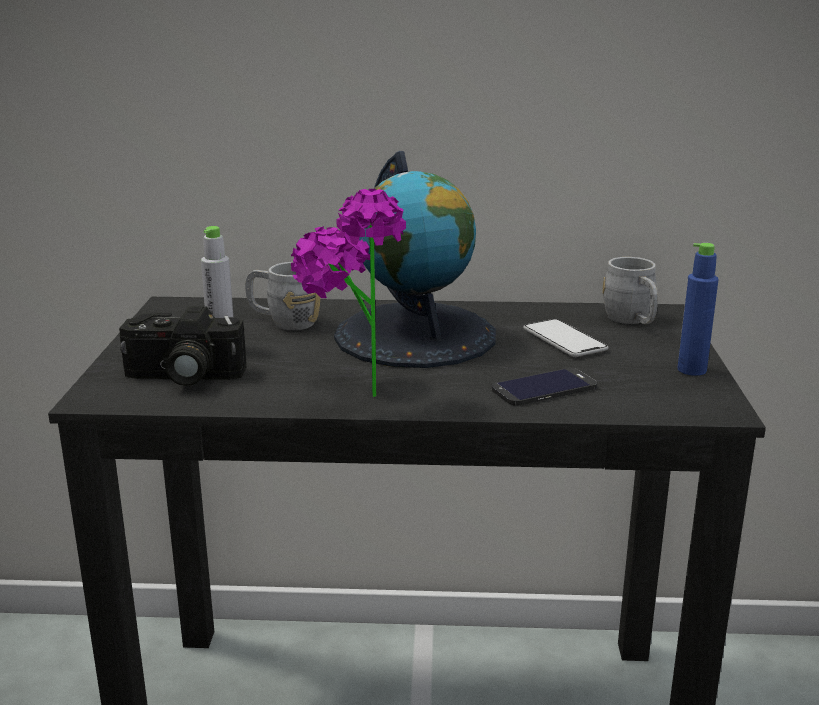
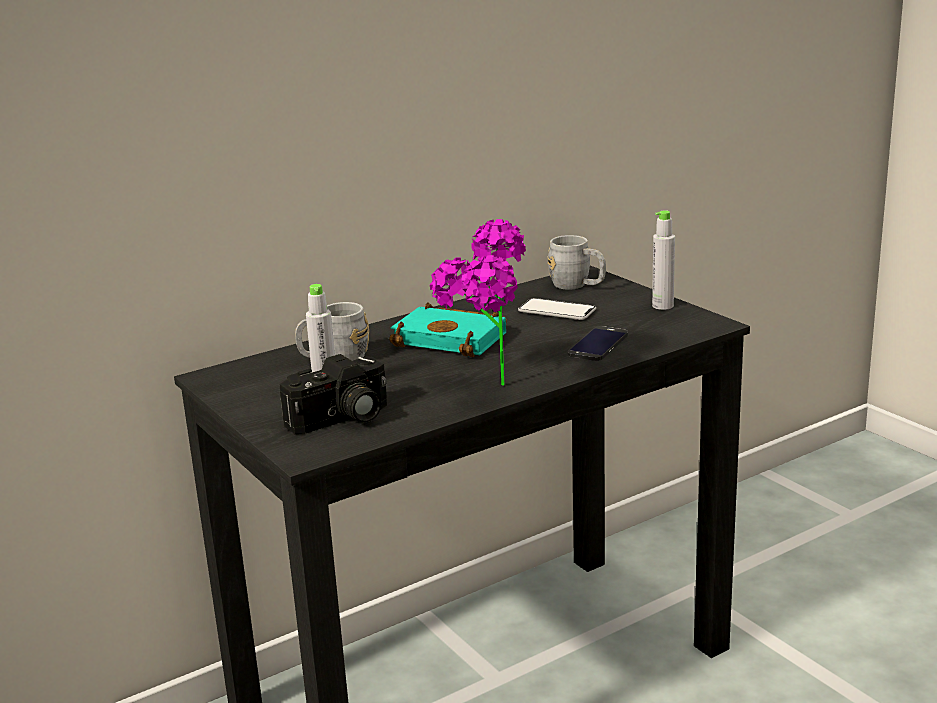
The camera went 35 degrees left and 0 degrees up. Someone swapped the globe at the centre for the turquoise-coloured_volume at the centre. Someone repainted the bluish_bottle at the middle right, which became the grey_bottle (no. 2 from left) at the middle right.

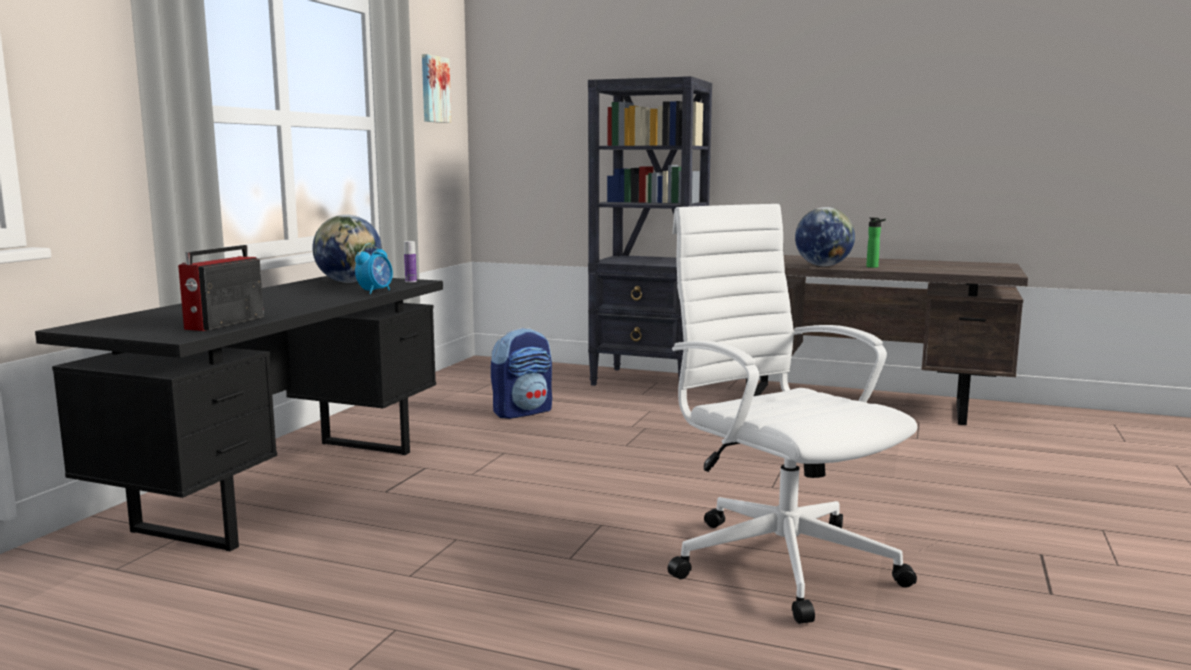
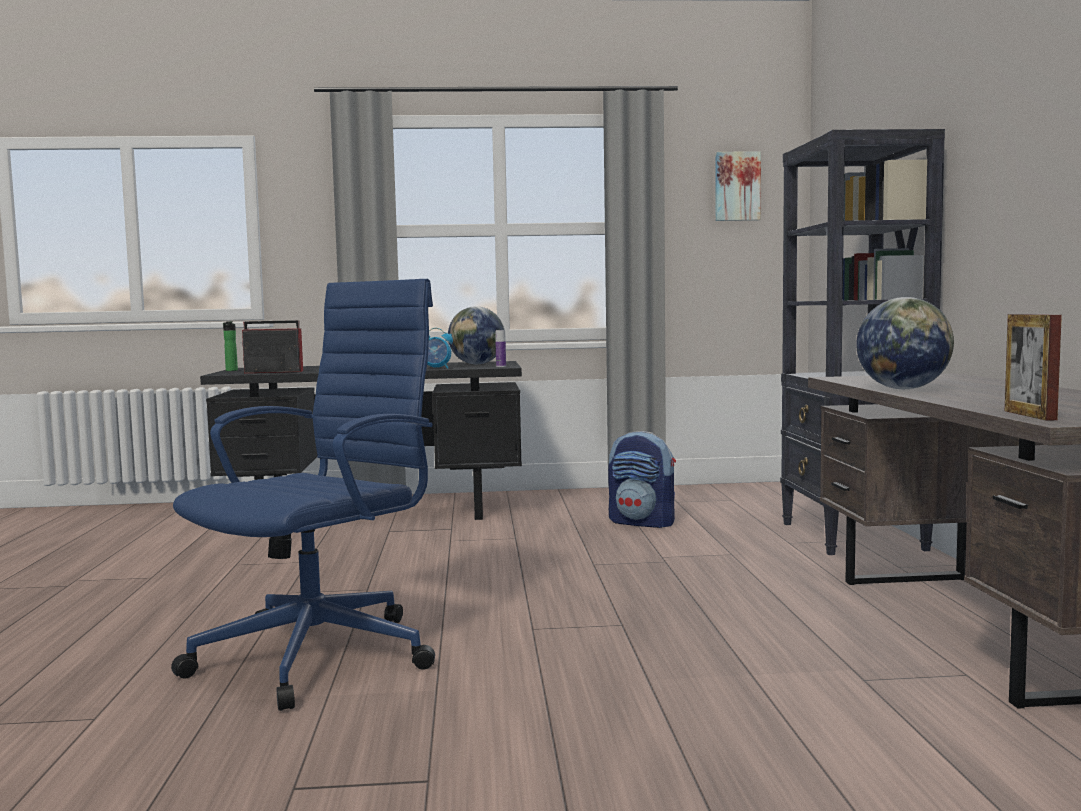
The camera went 65 degrees right and 5 degrees down. Someone put down the standing_frame at the middle right. Someone carried the bottle (no. 2 from left in the first image) from the middle right to the middle left. Someone repainted the white-coloured_office_chair at the centre, which became the bluish_office_chair at the middle left.

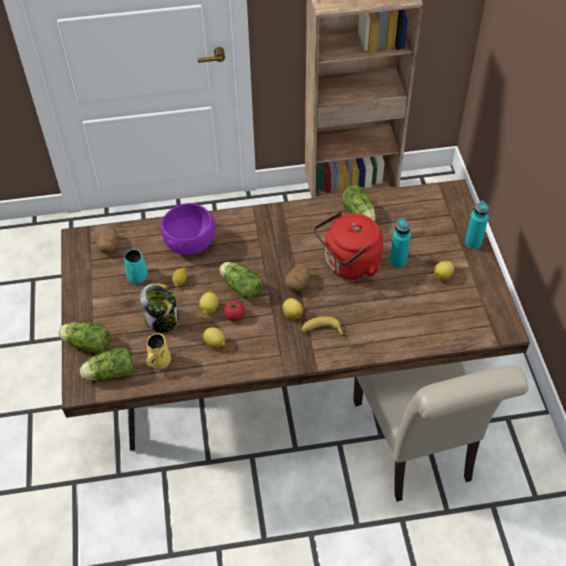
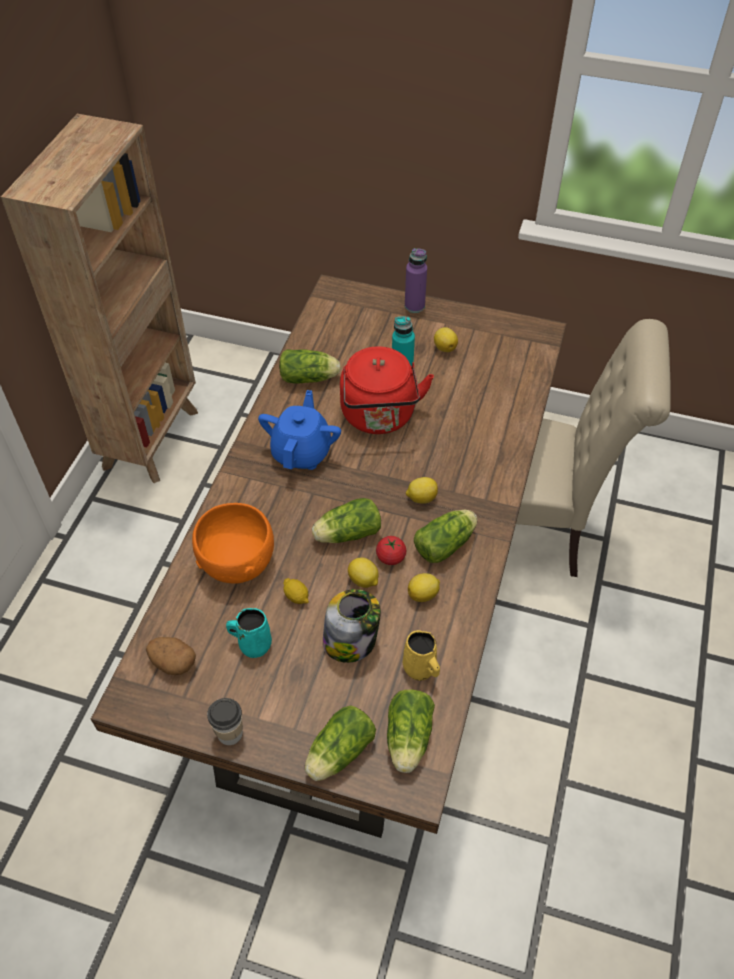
The camera went 65 degrees left and 0 degrees up. Someone took away the whole_potato (no. 2 from left) at the centre. Someone took away the banana_fruit at the centre. Someone put down the small_cup at the bottom left. Someone put down the bluish_pot_for_tea at the centre. Someone put down the head_of_lettuce (no. 5 from left) at the centre. Someone repainted the purplish_serving_bowl at the middle left, which became the orange-coloured_serving_bowl at the middle left. Someone repainted the turquoise-coloured_bottle (no. 2 from left) at the middle right, which became the purplish_bottle at the top centre.

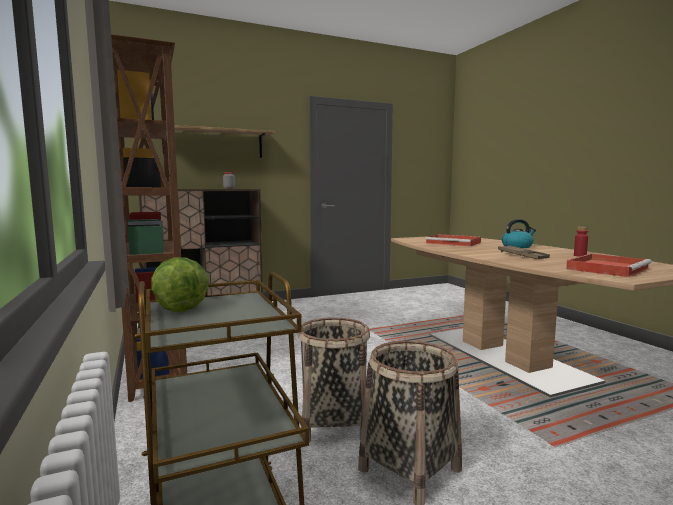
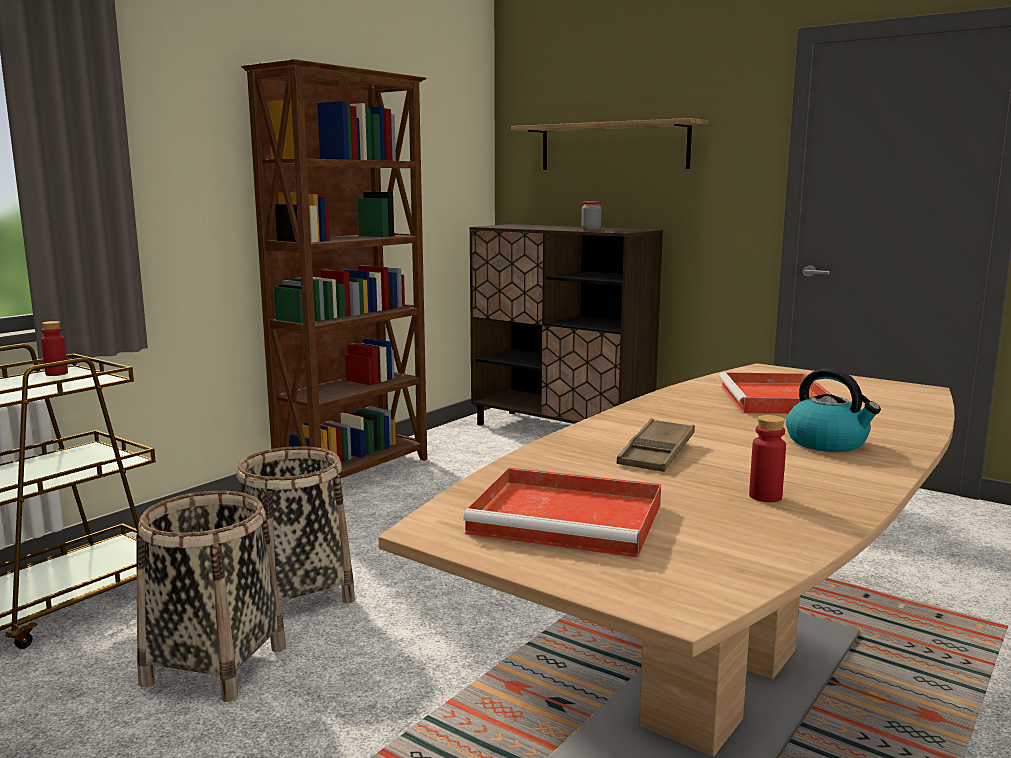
The camera went 60 degrees right and 5 degrees up. Someone swapped the head_of_lettuce at the middle left for the red-coloured_bottle (no. 1 from left) at the middle left.

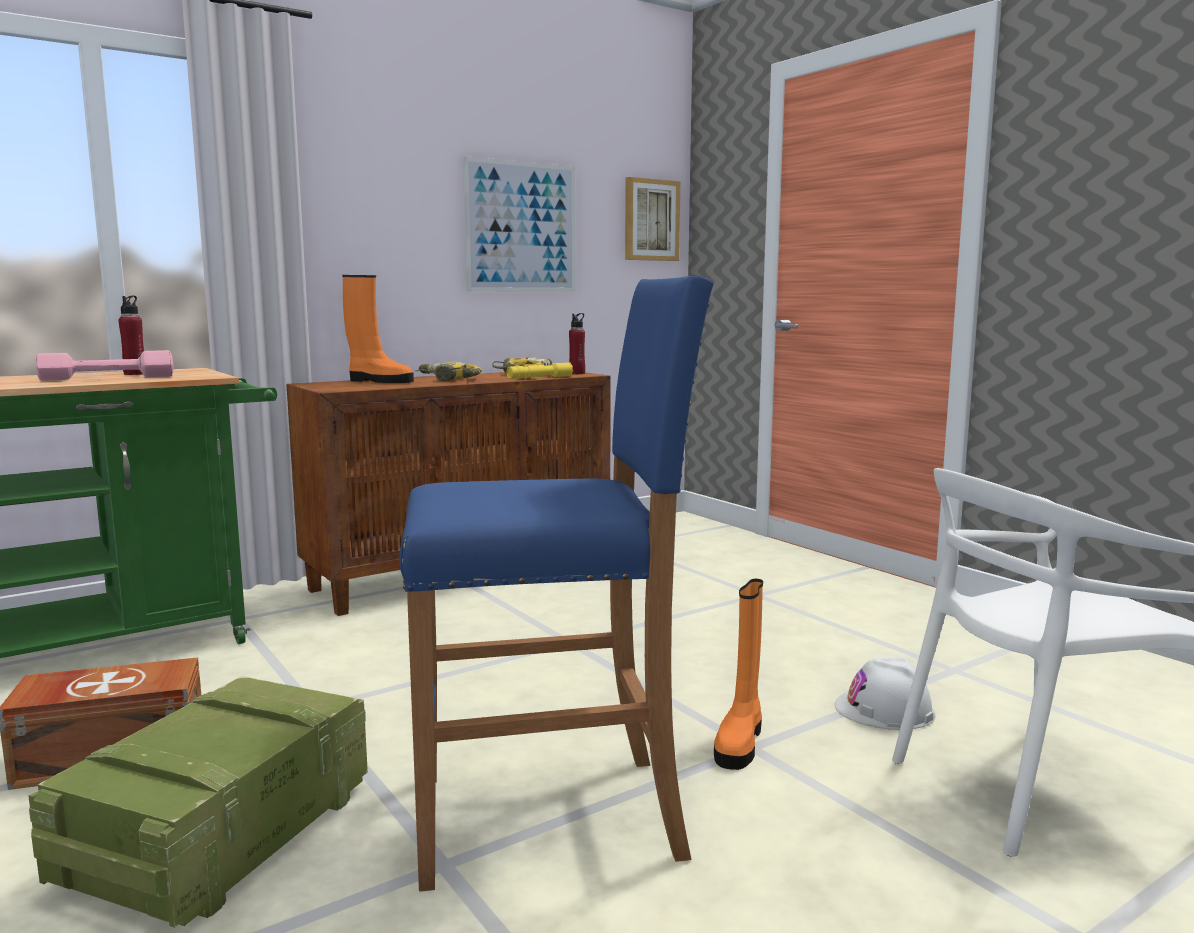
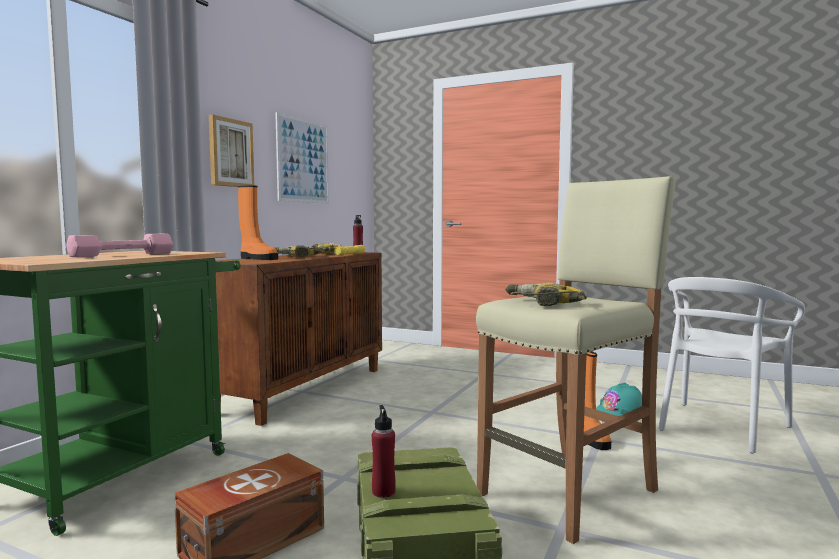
The camera went 30 degrees left and 5 degrees down. Someone put down the power_drill (no. 3 from left) at the centre. Someone carried the red-coloured_bottle (no. 1 from left in the first image) from the middle left to the bottom centre. Someone carried the wall_picture (no. 2 from left in the first image) from the top centre to the top left. Someone repainted the bluish_stool_seat at the centre, which became the beige-coloured_stool_seat at the middle right. Someone repainted the white-coloured_safety_helmet at the bottom right, which became the turquoise-coloured_safety_helmet at the bottom right. Someone rotated the orange-coloured_high-top_boot (no. 1 from left) at the middle left by 45 degrees clockwise.

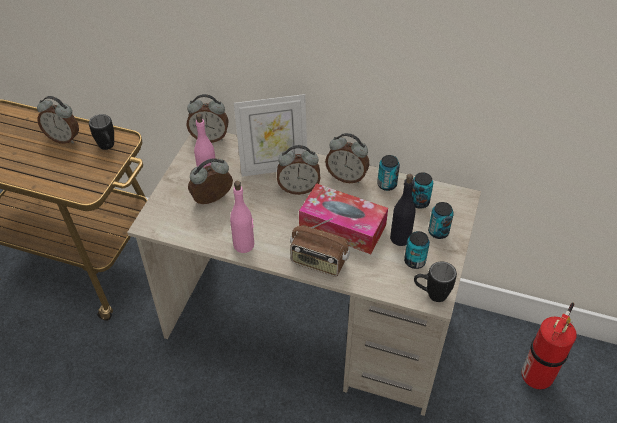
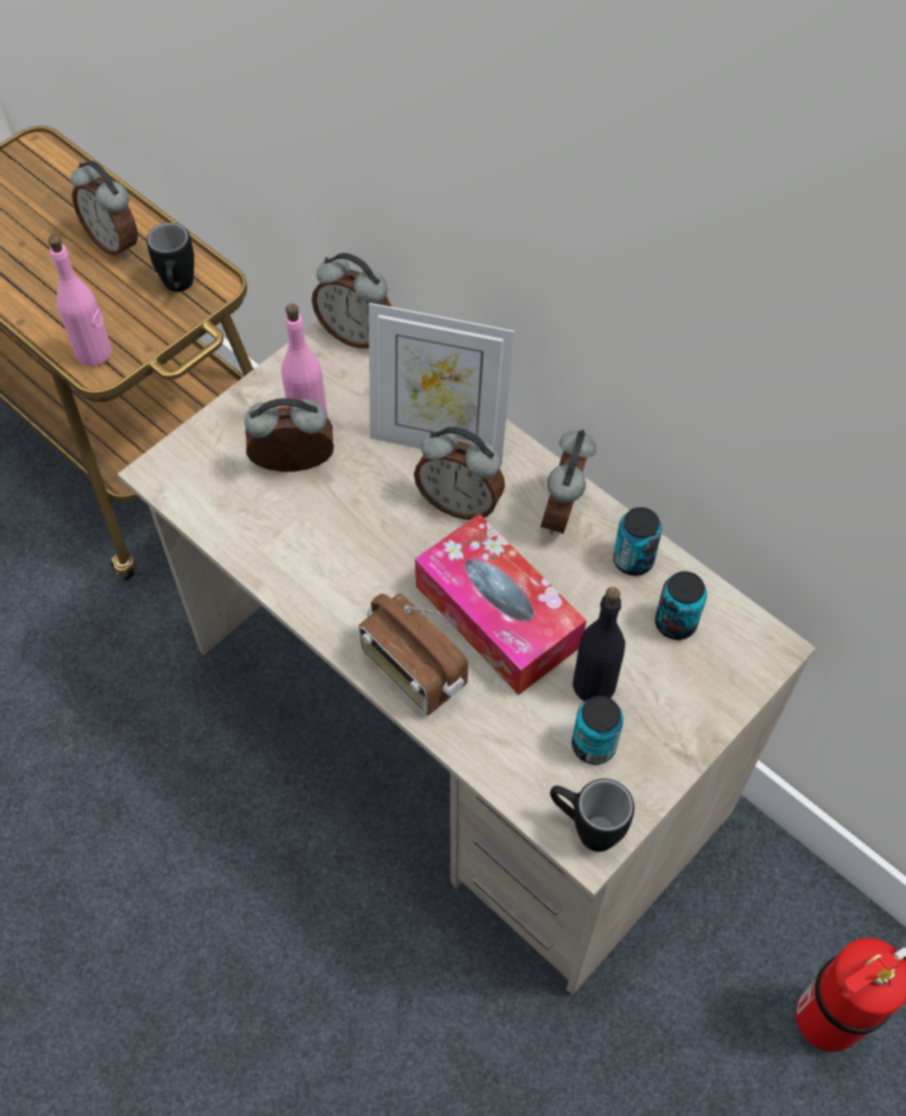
The camera went 25 degrees right and 10 degrees up. Someone took away the sealed_can (no. 4 from left) at the middle right. Someone carried the pink_bottle (no. 2 from left in the first image) from the centre to the top left. Someone rotated the table_clock (no. 5 from left) at the centre by 60 degrees clockwise.

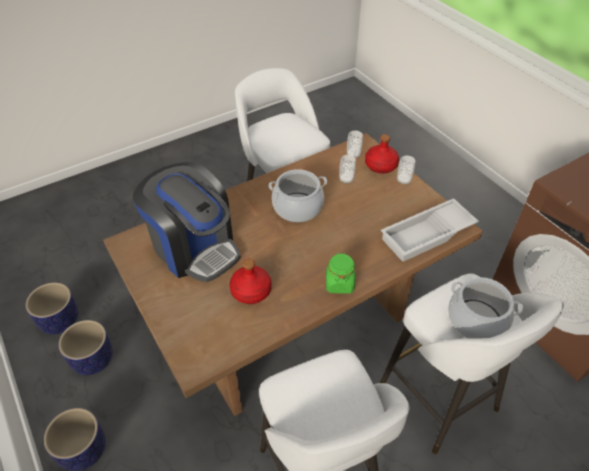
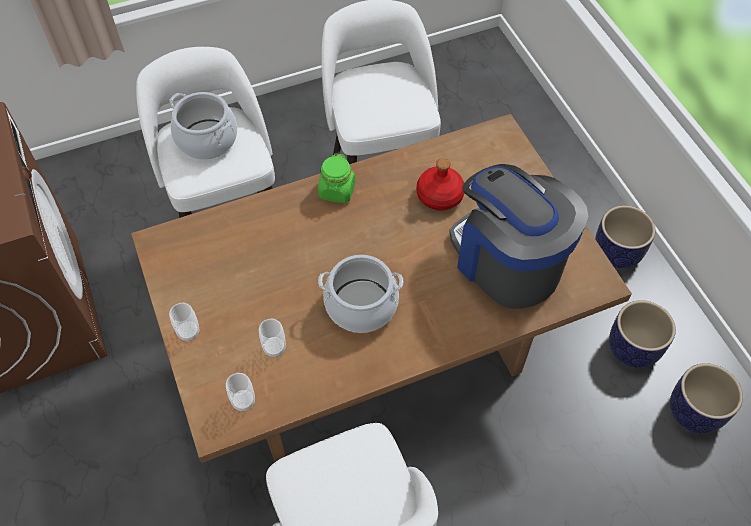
The camera went 170 degrees left and 10 degrees up. Someone took away the red-coloured_bottle (no. 2 from left) at the top centre. Someone took away the white-coloured_tray at the middle right.

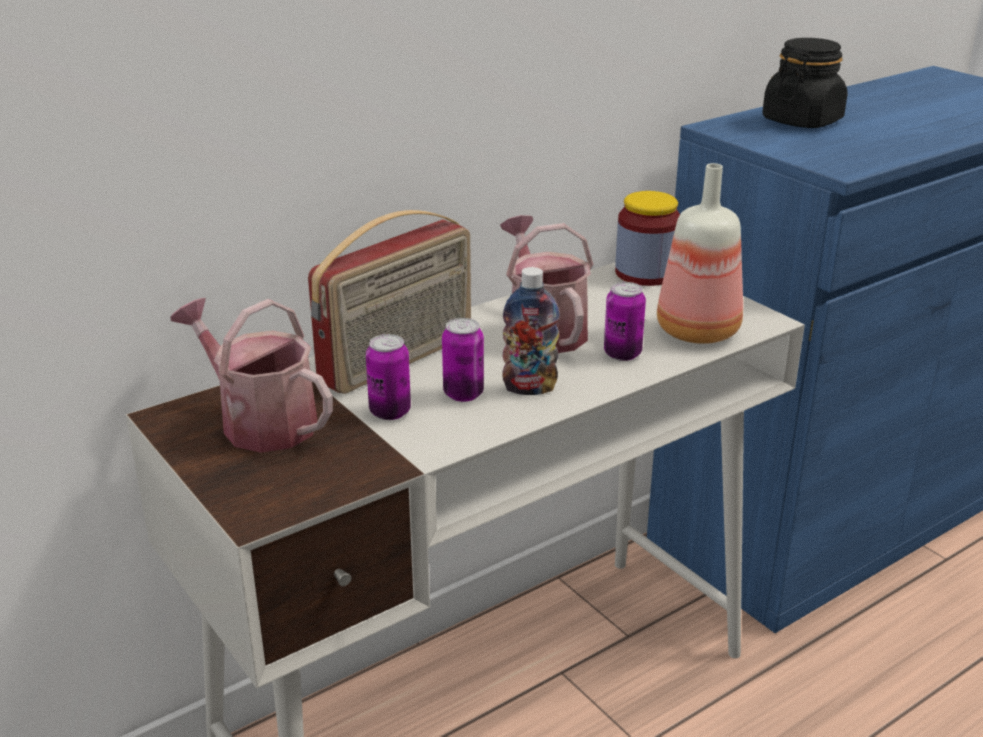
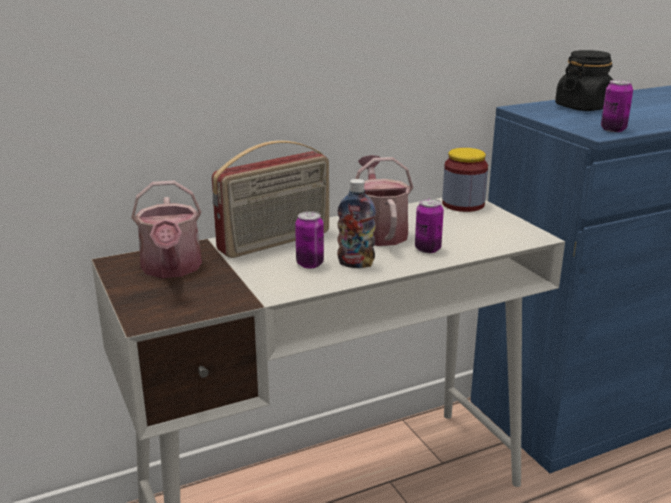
The camera went 10 degrees right and 5 degrees down. Someone took away the bottle (no. 2 from left) at the middle right. Someone carried the sealed_can (no. 1 from left in the first image) from the centre to the top right. Someone rotated the watering_pot (no. 1 from left) at the middle left by 150 degrees counterclockwise.

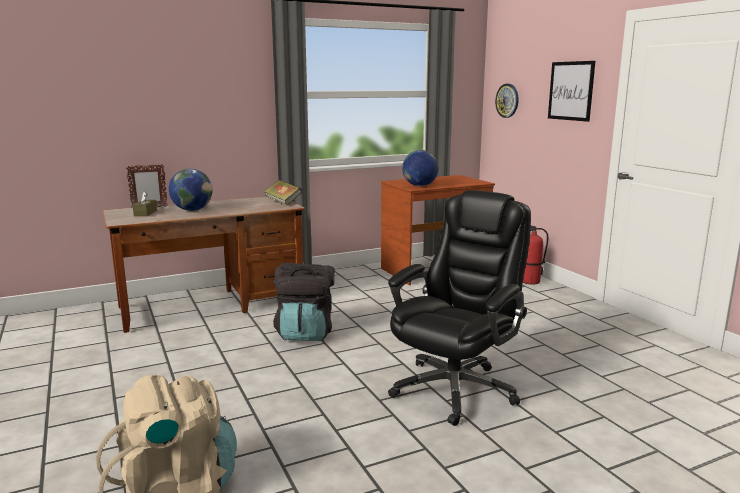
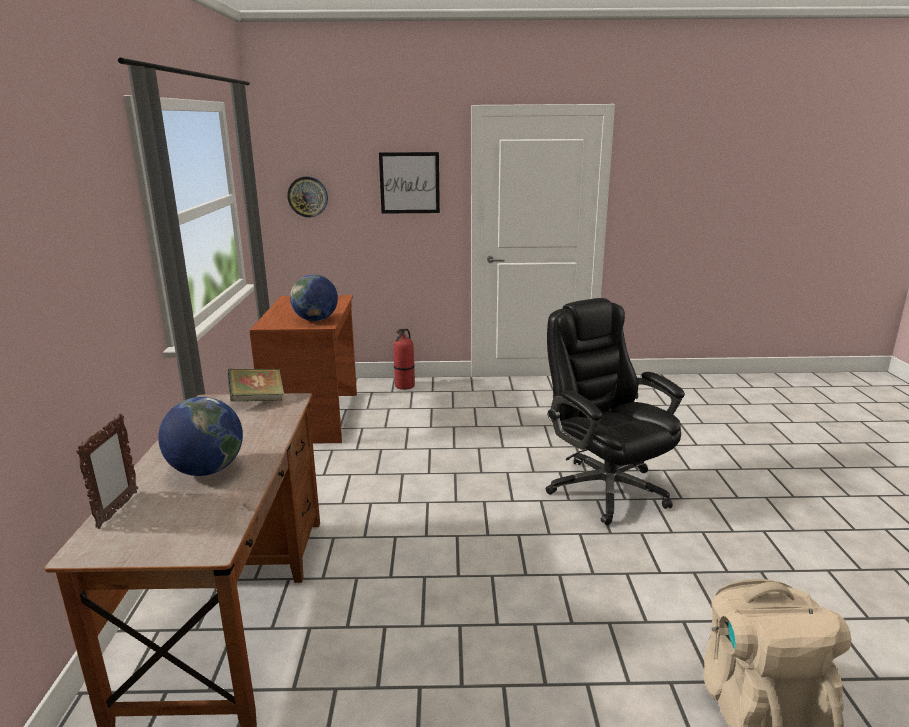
The camera went 65 degrees left and 5 degrees up. Someone took away the brown-coloured_tissue_box at the middle left. Someone took away the black_backpack at the centre.

